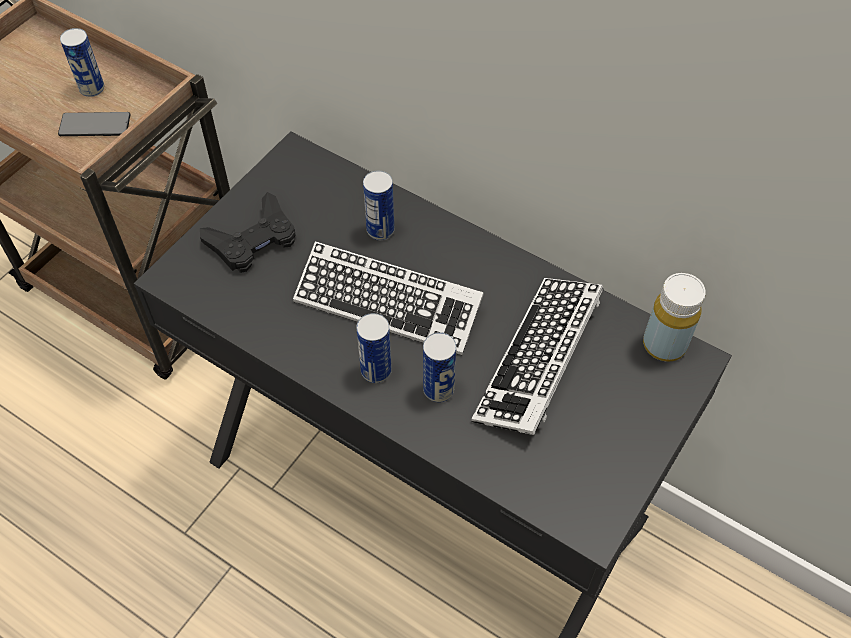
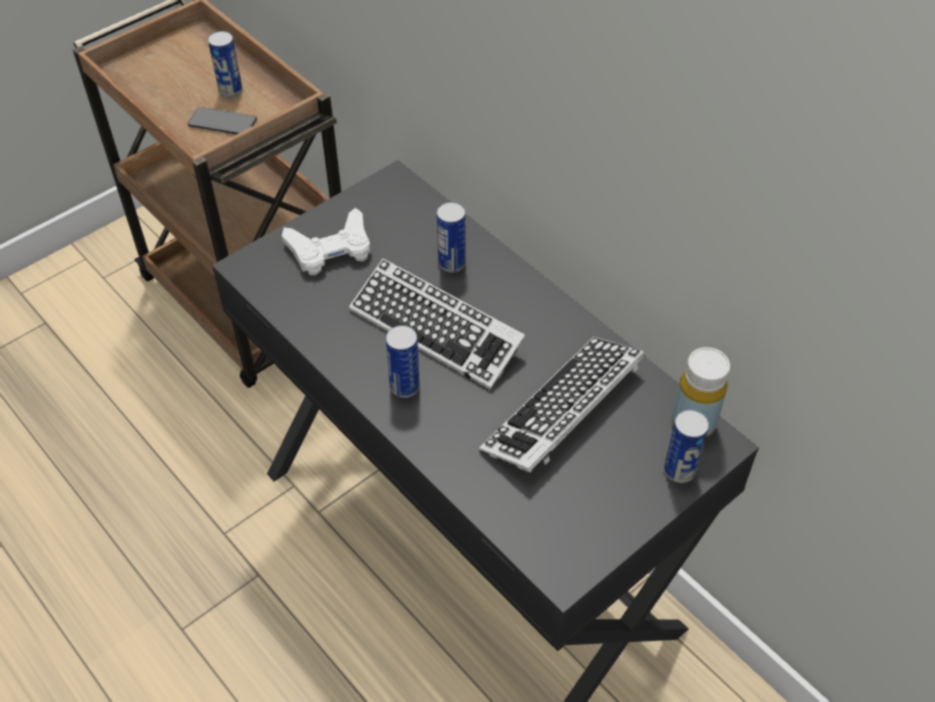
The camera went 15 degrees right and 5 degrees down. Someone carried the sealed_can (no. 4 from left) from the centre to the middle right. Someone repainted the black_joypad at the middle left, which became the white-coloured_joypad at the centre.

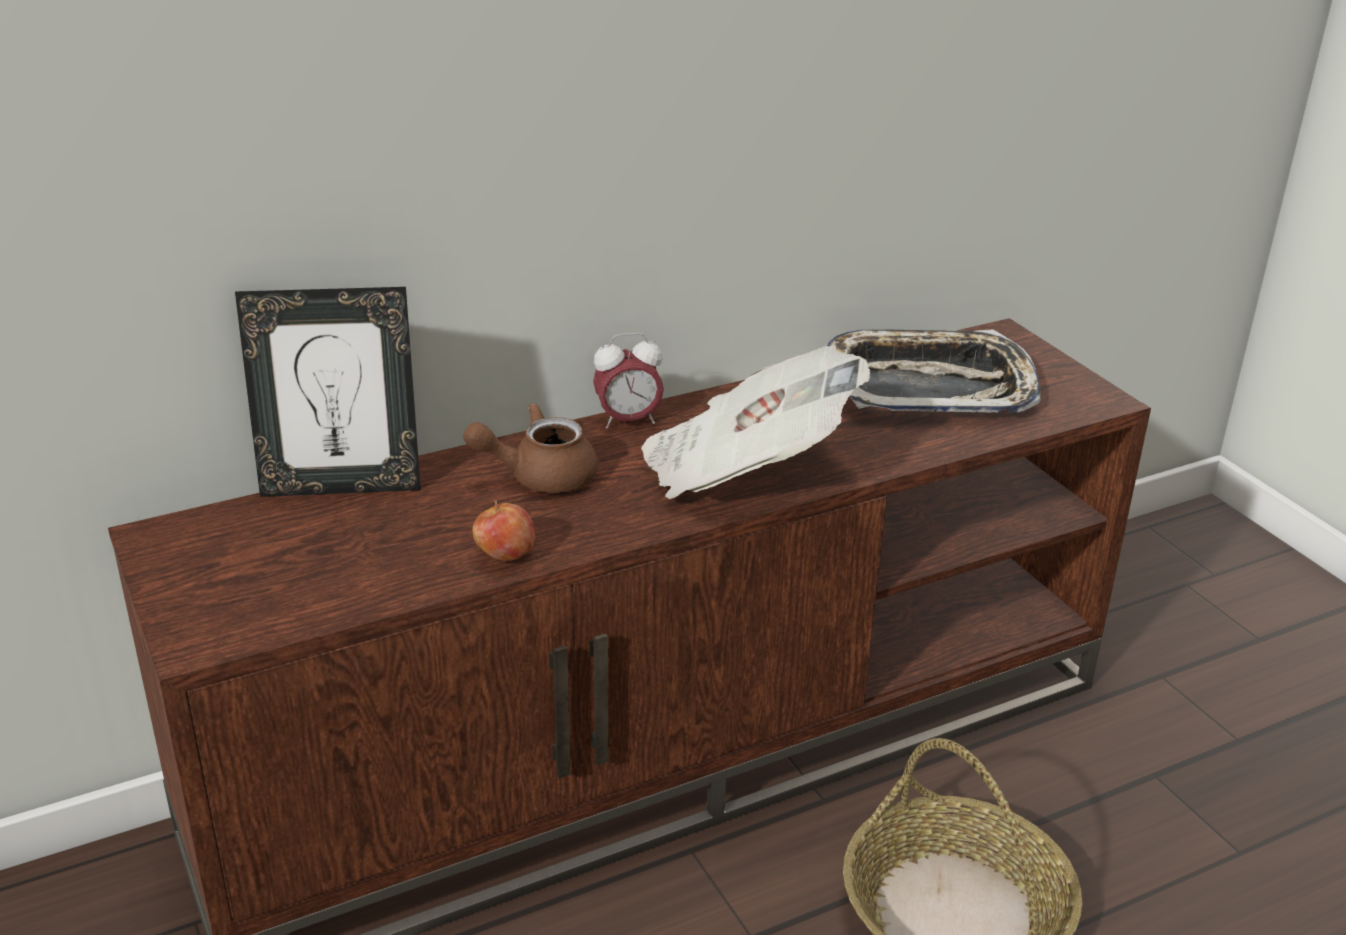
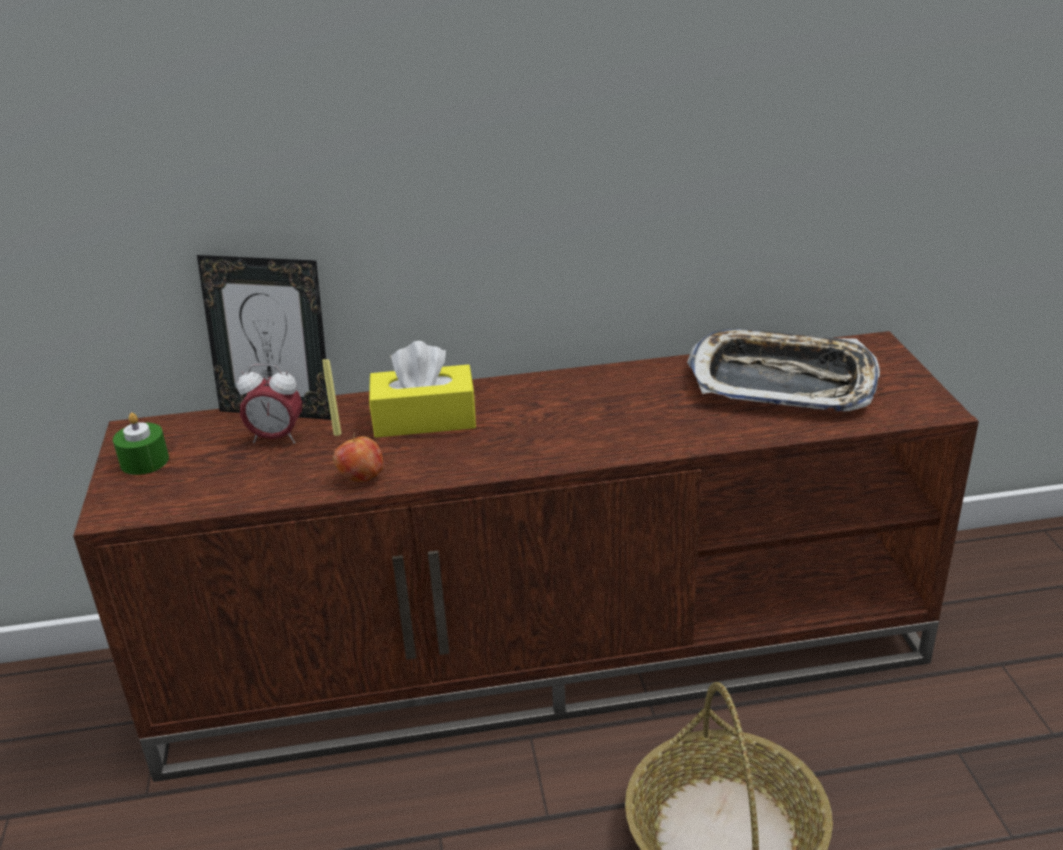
The camera went 20 degrees right and 0 degrees up. Someone took away the daily_paper at the centre. Someone put down the green-coloured_wax_light at the middle left. Someone put down the yellow-coloured_wax_light at the middle left. Someone carried the table_clock from the centre to the middle left. Someone swapped the brown-coloured_pot_for_tea at the centre for the yellow-coloured_tissue_box at the centre.

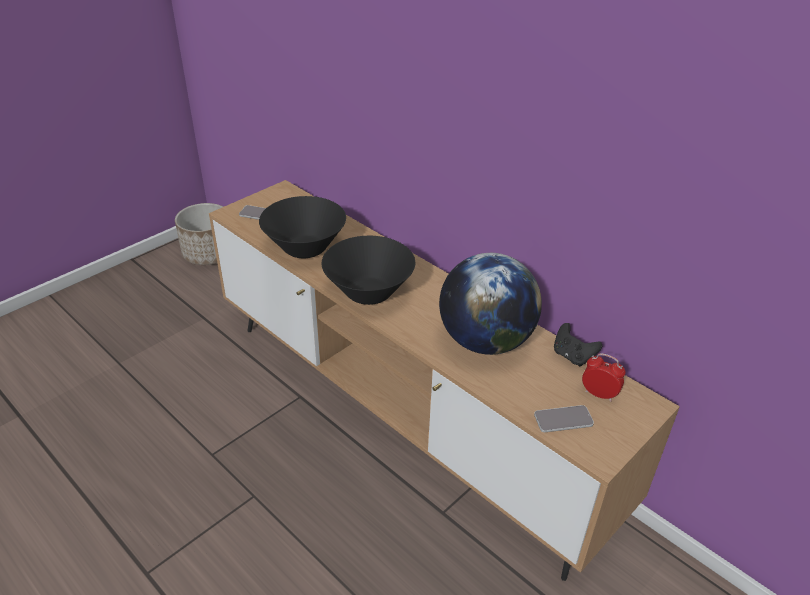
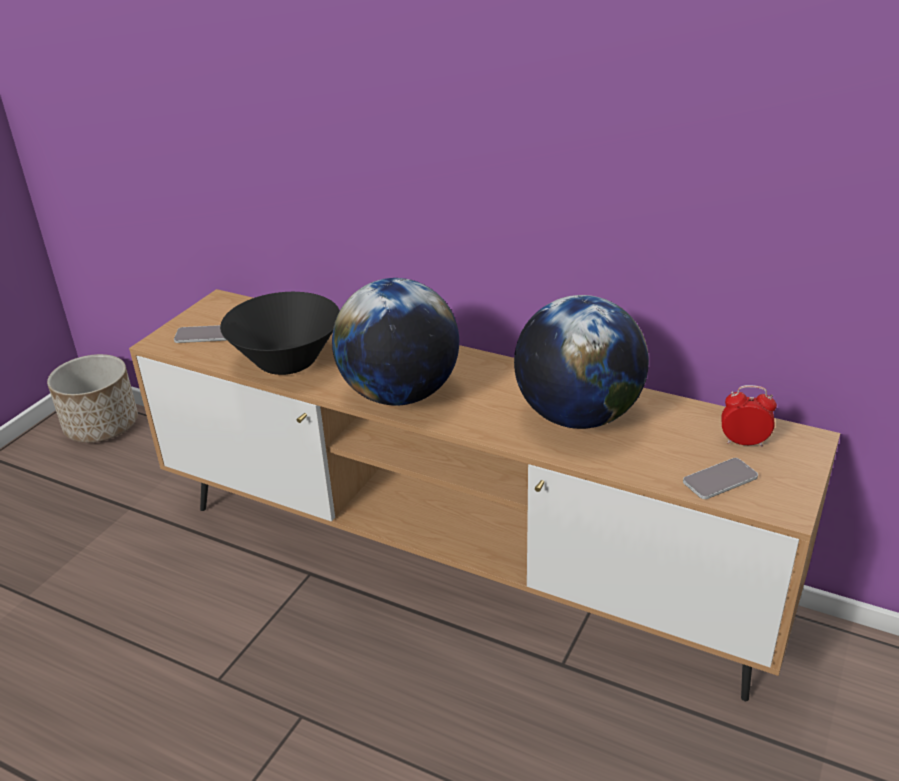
The camera went 15 degrees left and 5 degrees down. Someone took away the black_joypad at the middle right. Someone swapped the black_serving_bowl (no. 2 from left) at the centre for the globe (no. 1 from left) at the centre.

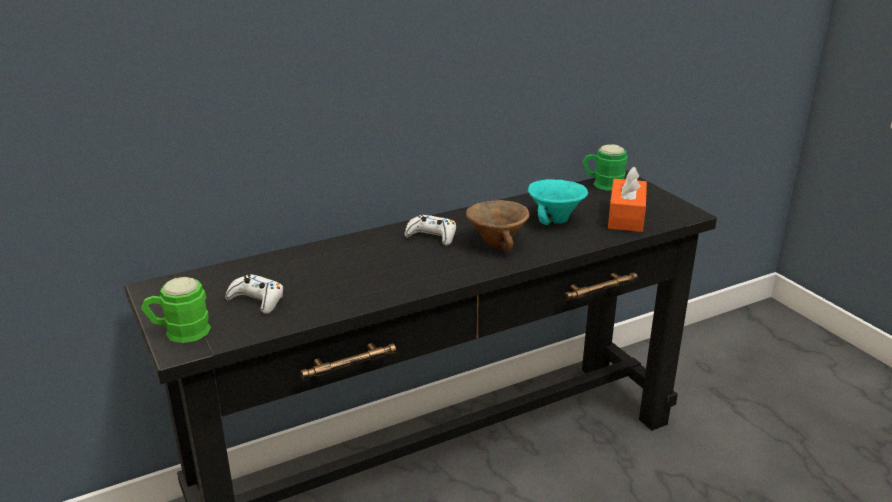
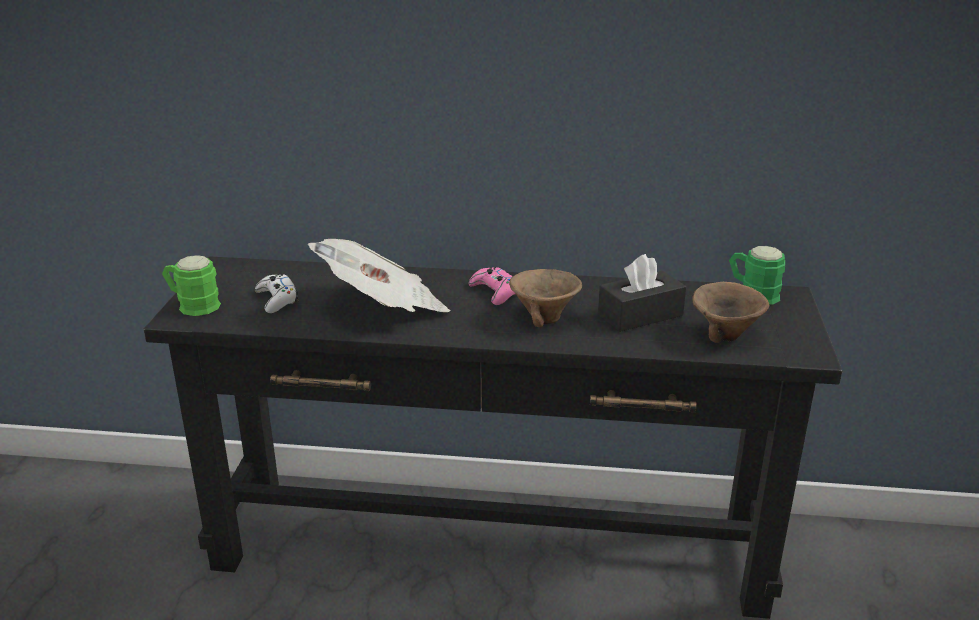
The camera went 35 degrees right and 0 degrees up. Someone put down the daily_paper at the centre. Someone swapped the turquoise-coloured_serving_bowl at the centre for the black_tissue_box at the centre. Someone swapped the orange-coloured_tissue_box at the middle right for the brown-coloured_serving_bowl (no. 2 from left) at the middle right. Someone repainted the white-coloured_joypad (no. 2 from left) at the centre, which became the pink_joypad at the centre.

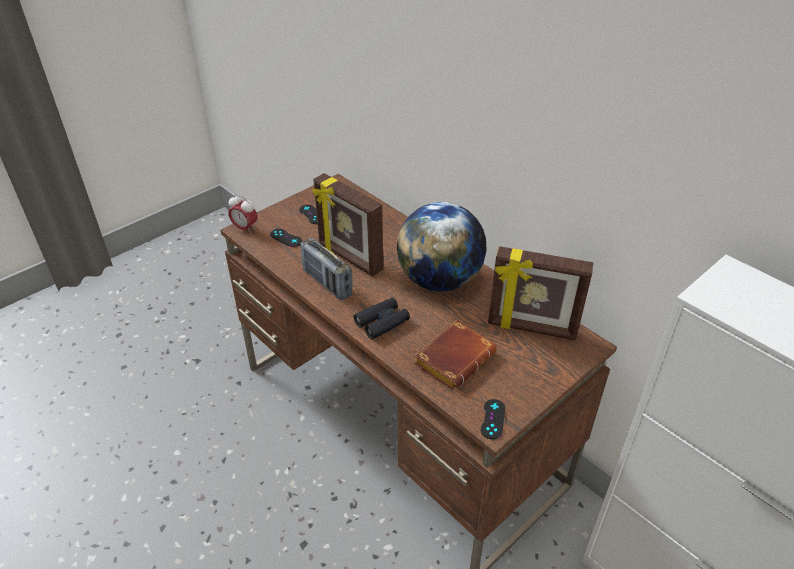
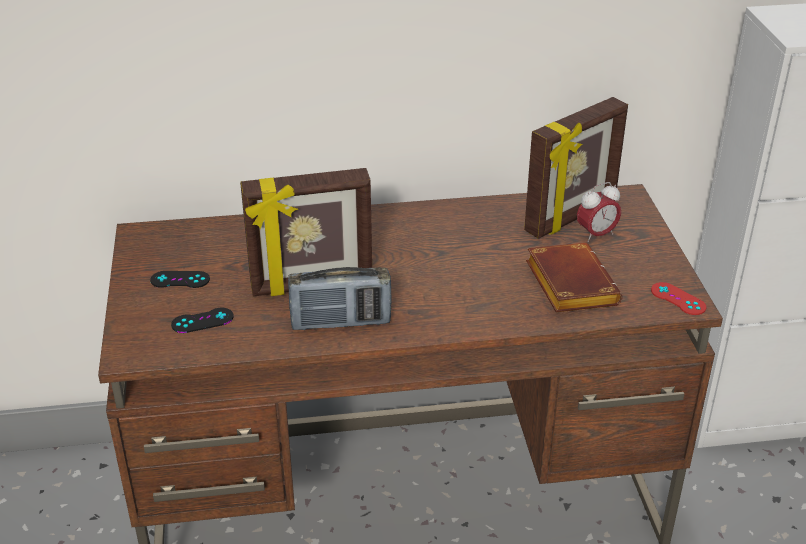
The camera went 55 degrees left and 5 degrees down. Someone took away the black_pair_of_binoculars at the centre. Someone took away the globe at the centre. Someone carried the table_clock from the middle left to the middle right. Someone repainted the black_joypad (no. 3 from left) at the bottom centre, which became the red-coloured_joypad at the middle right.

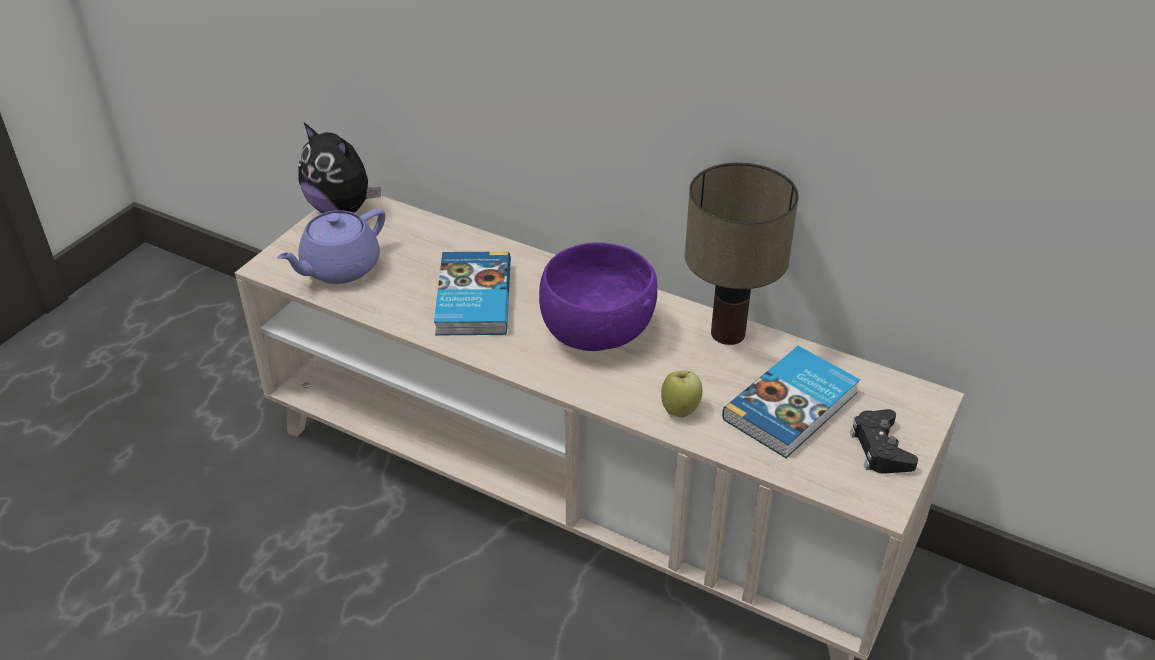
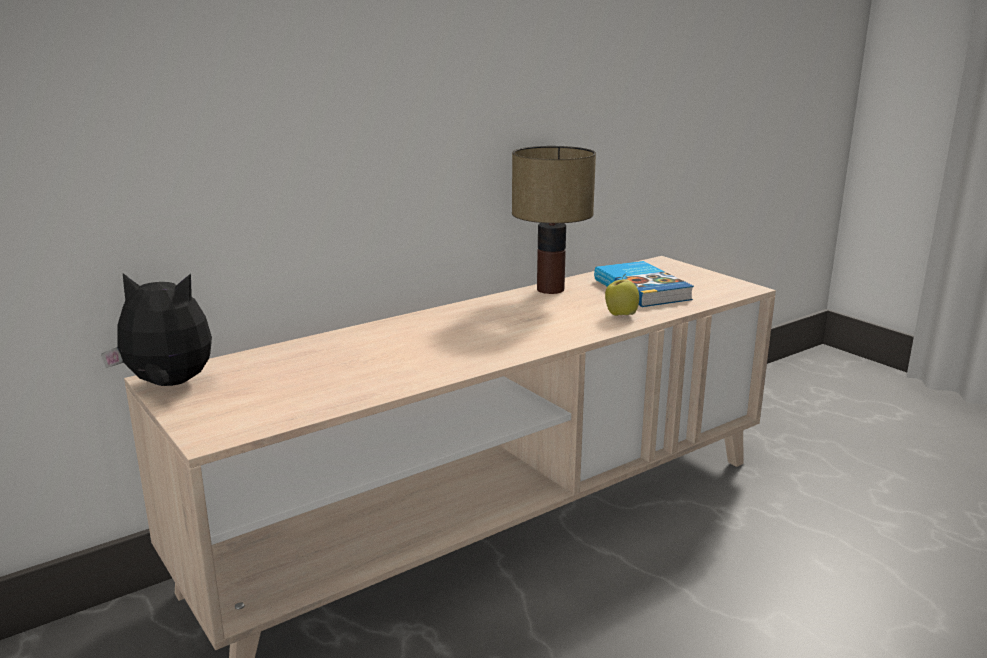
The camera went 65 degrees left and 20 degrees down. Someone took away the purplish_pot_for_tea at the middle left. Someone took away the volume (no. 1 from left) at the centre. Someone took away the purplish_serving_bowl at the centre. Someone took away the black_joypad at the bottom right. Someone rotated the soft_toy at the top left by 150 degrees counterclockwise.

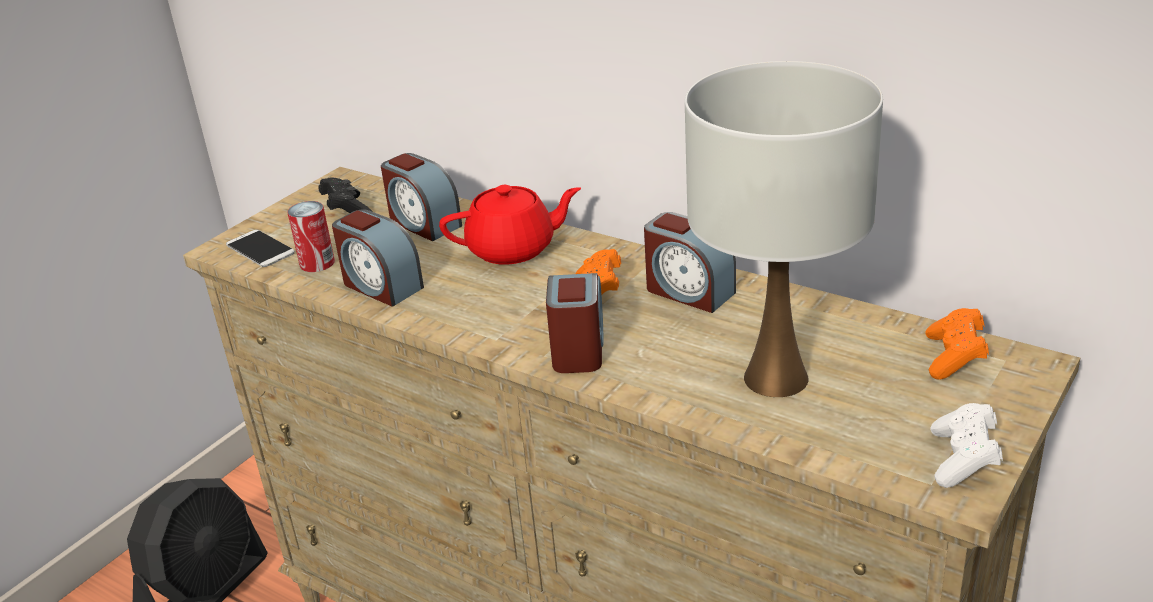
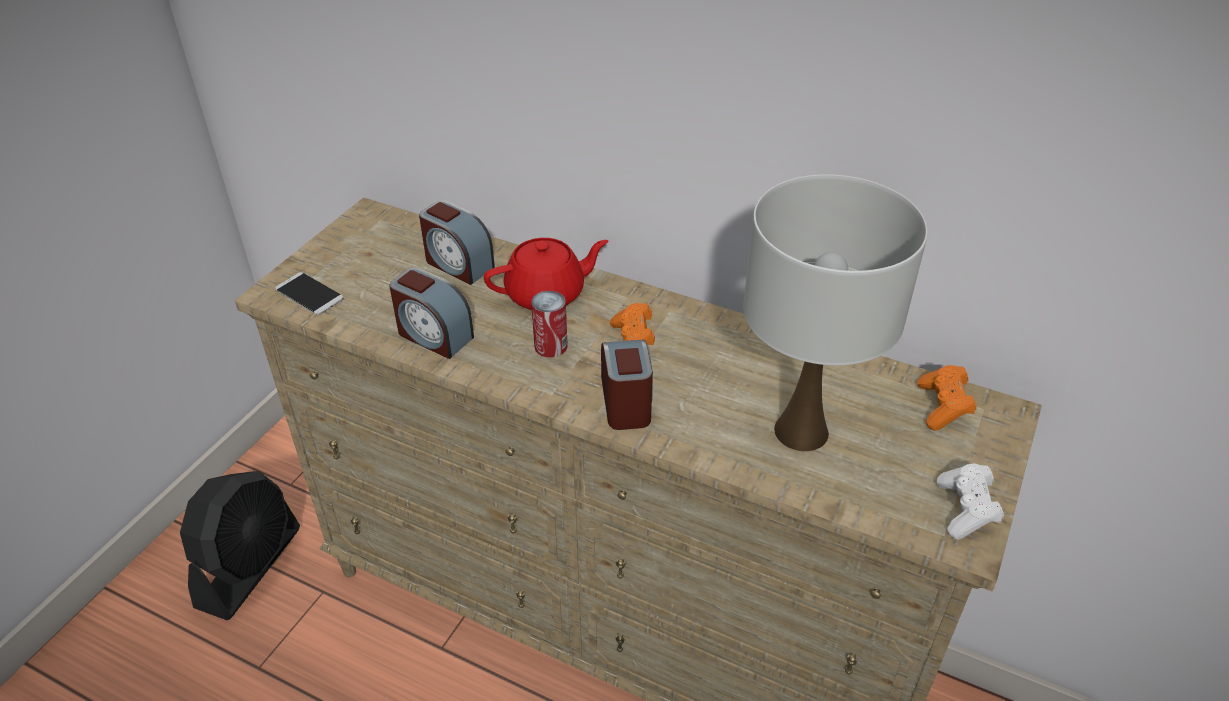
The camera went 10 degrees left and 10 degrees up. Someone took away the black_joypad at the top left. Someone took away the table_clock (no. 4 from left) at the centre. Someone carried the sealed_can from the middle left to the centre.

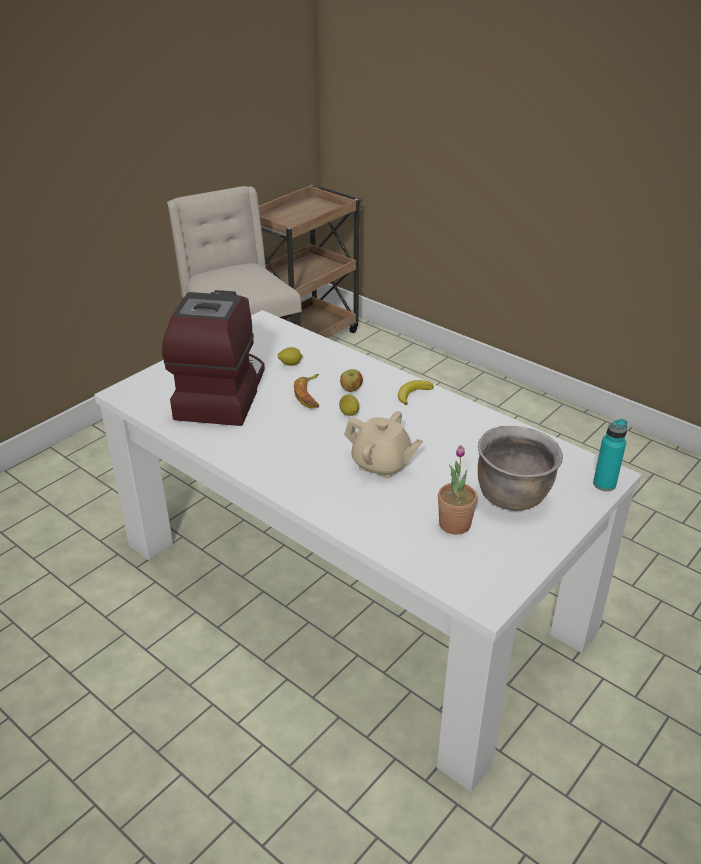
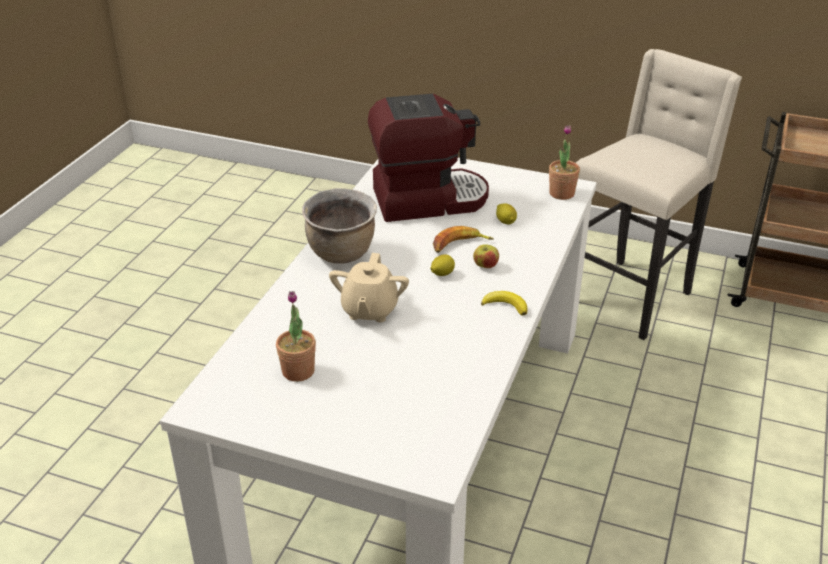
The camera went 70 degrees right and 0 degrees up. Someone took away the turquoise-coloured_bottle at the middle right. Someone put down the houseplant (no. 2 from left) at the top right. Someone carried the brown-coloured_stockpot from the middle right to the centre.

